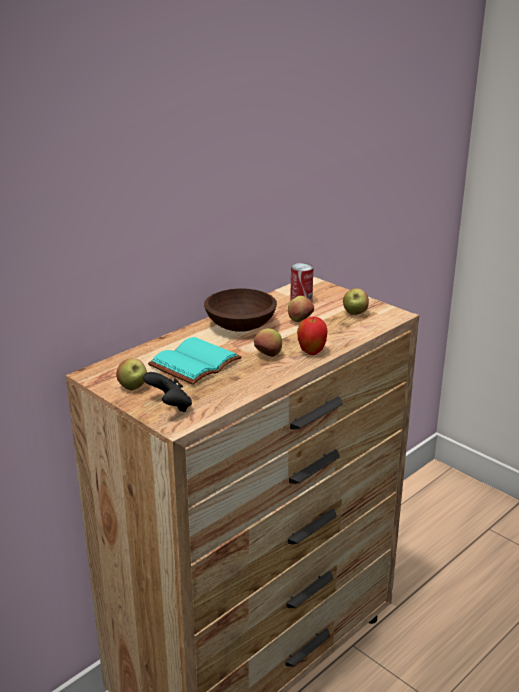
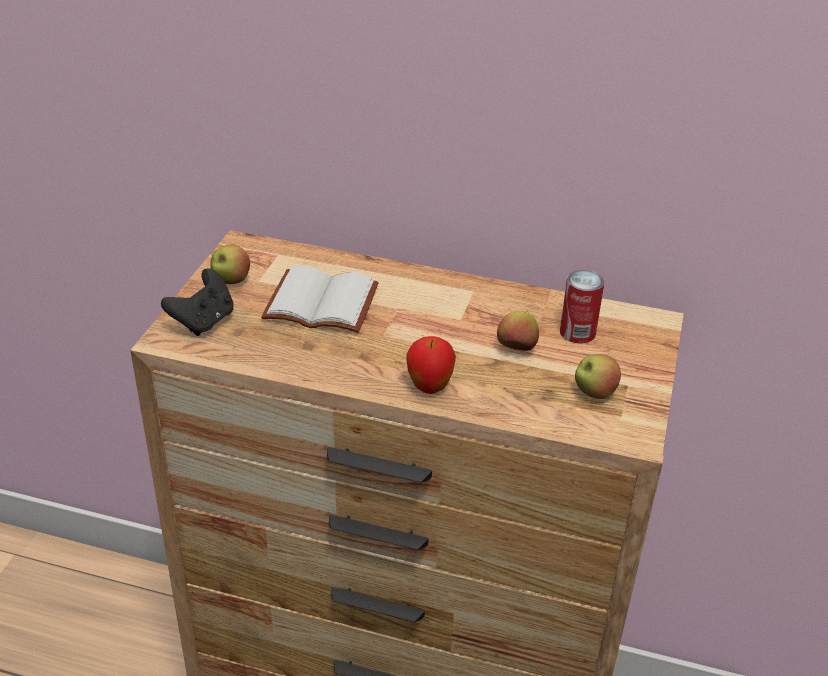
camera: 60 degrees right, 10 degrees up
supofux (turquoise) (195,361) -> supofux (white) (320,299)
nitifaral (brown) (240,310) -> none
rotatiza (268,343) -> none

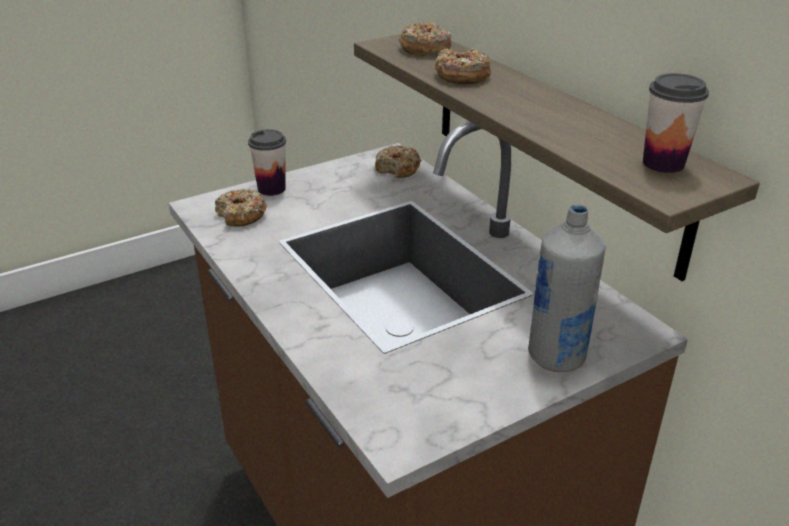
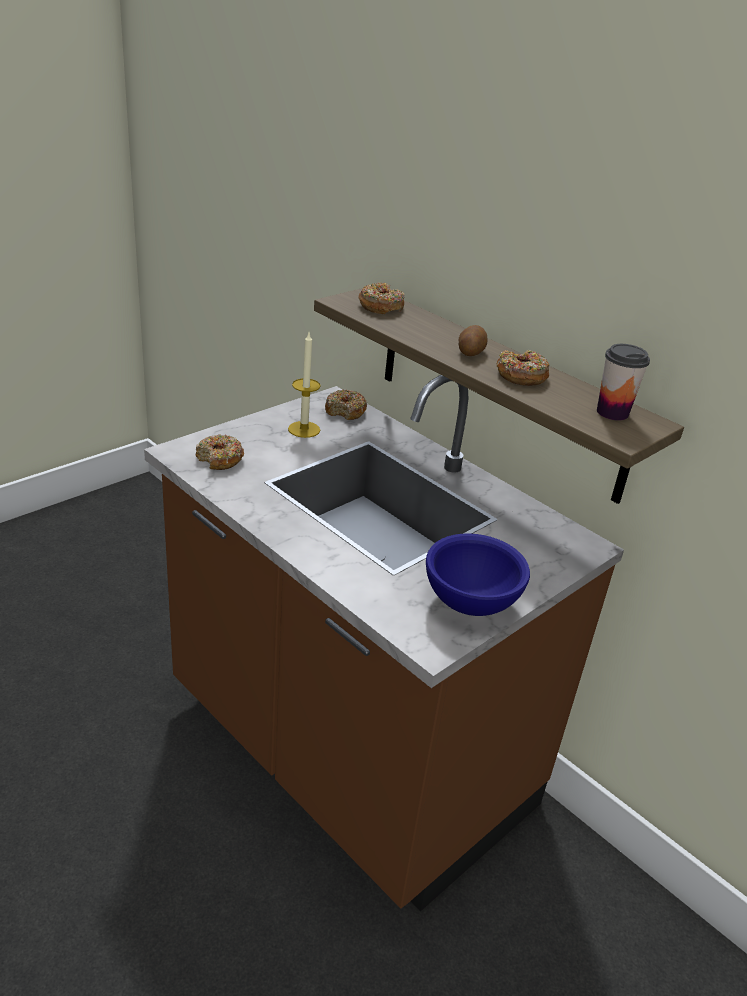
camera: 15 degrees left, 0 degrees up
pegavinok (267,162) -> none
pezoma (463,66) -> pezoma (523,368), relocated
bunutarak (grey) (567,288) -> none
none -> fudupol (304,385)
none -> nitifaral (blue) (478,574)
none -> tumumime (473,340)

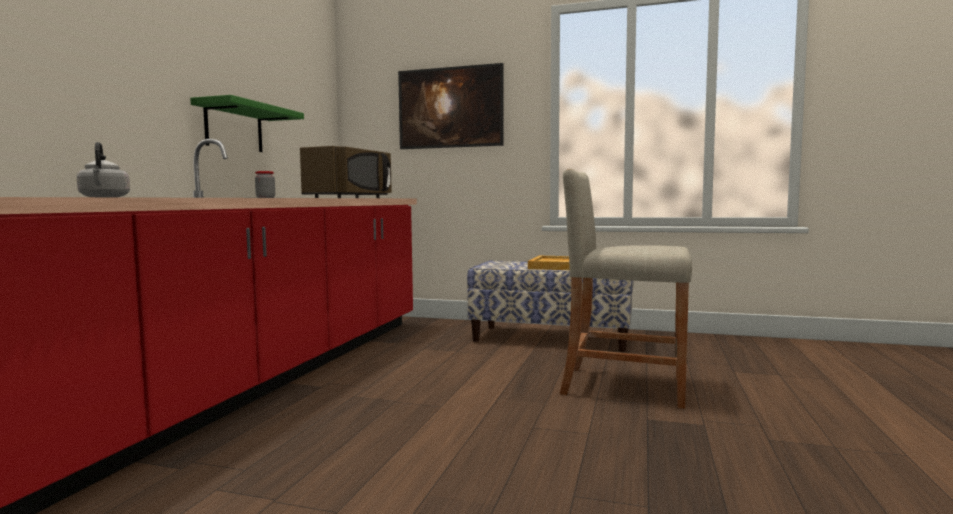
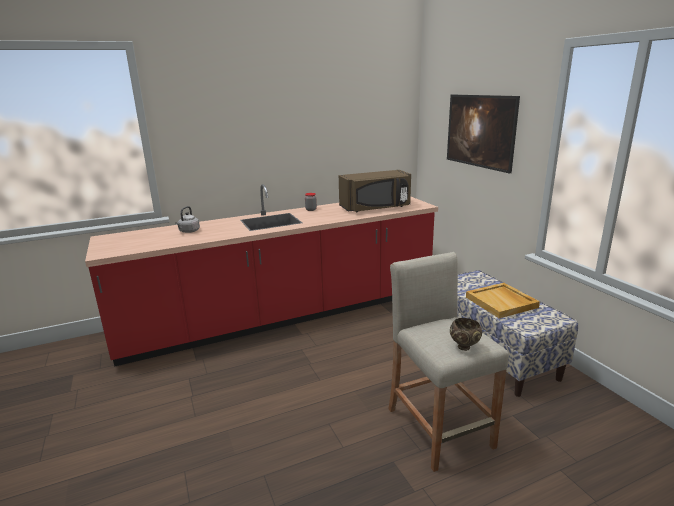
camera: 50 degrees right, 15 degrees up
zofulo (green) (247,123) -> none
none -> nitifaral (brown) (466,334)

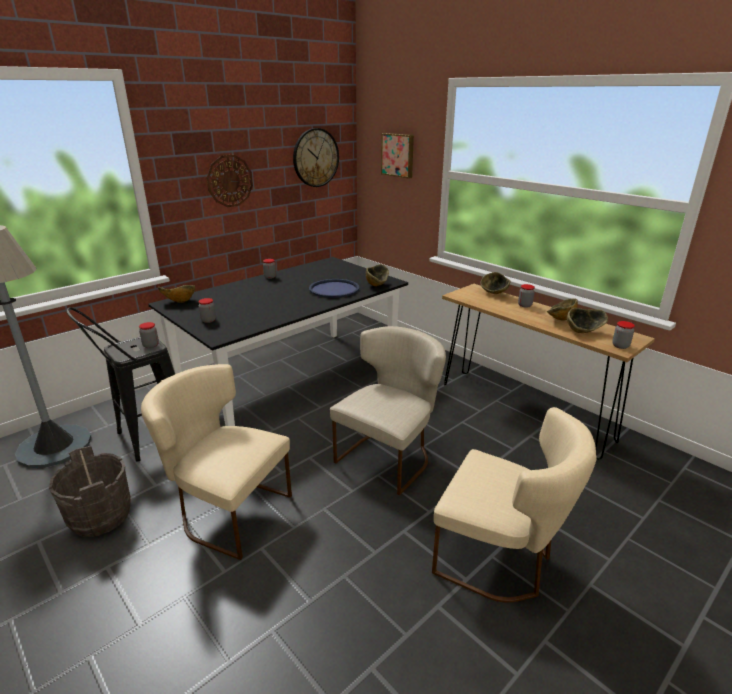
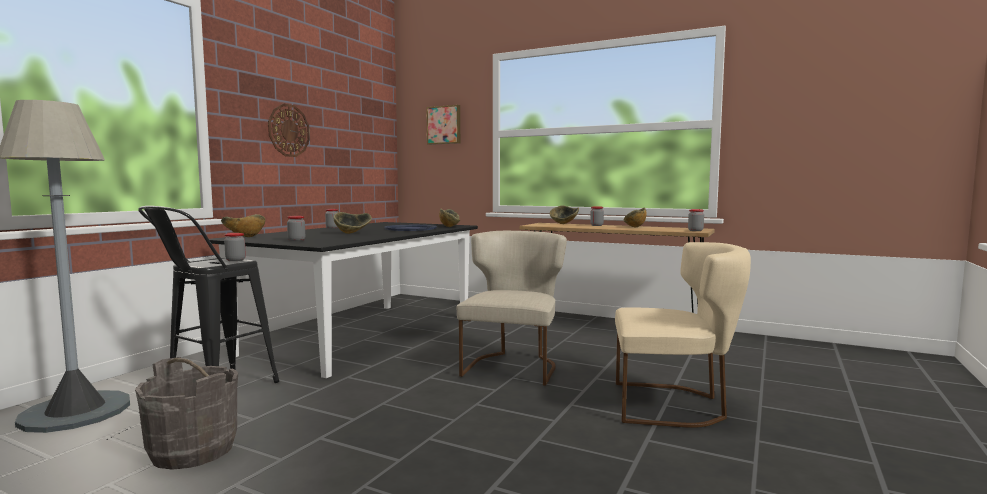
camera: 20 degrees left, 20 degrees down
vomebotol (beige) (216,462) -> none
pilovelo (316,157) -> none
nitifaral (587,320) -> nitifaral (352,223), relocated

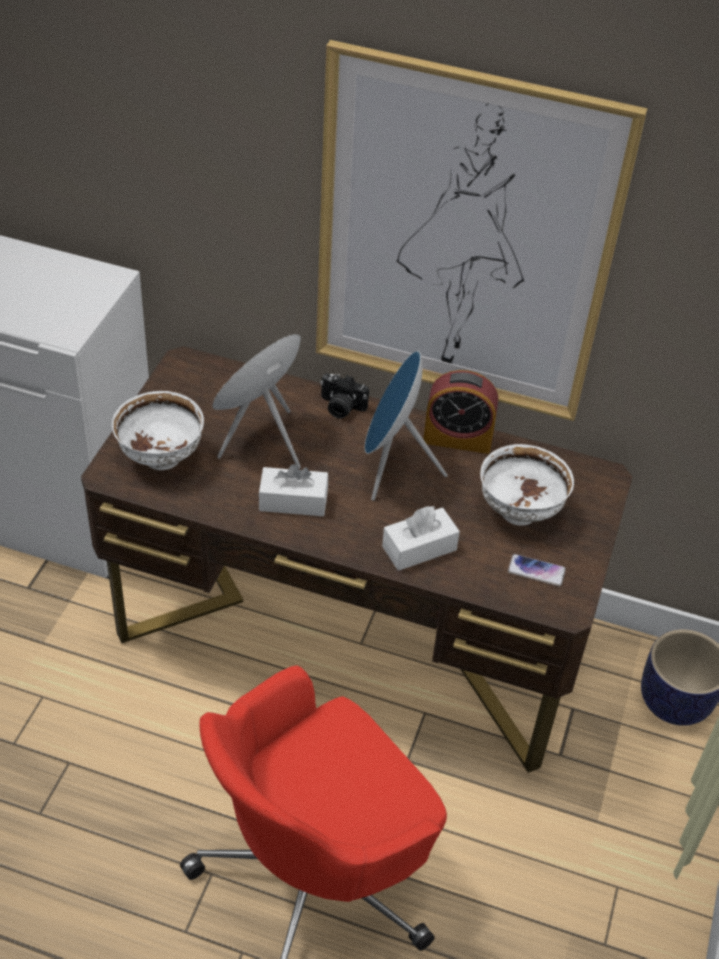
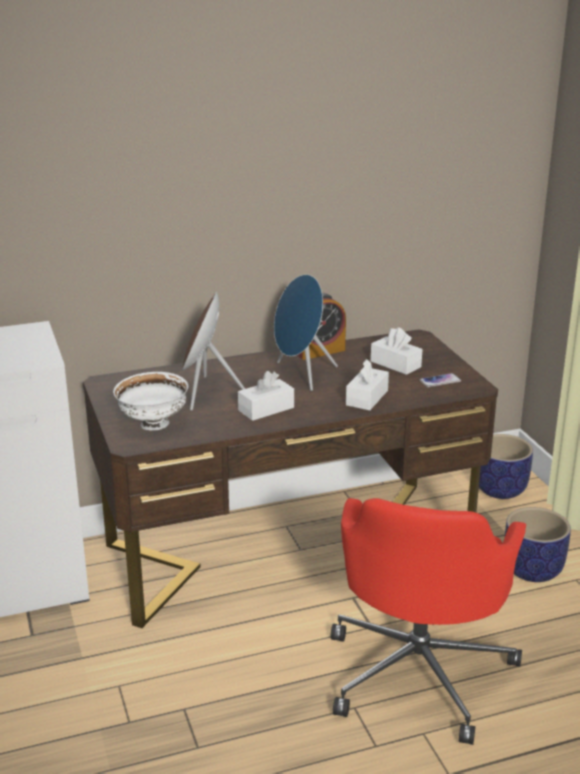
camera: 35 degrees left, 20 degrees down
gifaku (482,230) -> none
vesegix (344,396) -> none
nitifaral (white) (527,485) -> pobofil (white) (396,351)
none -> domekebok (537,544)

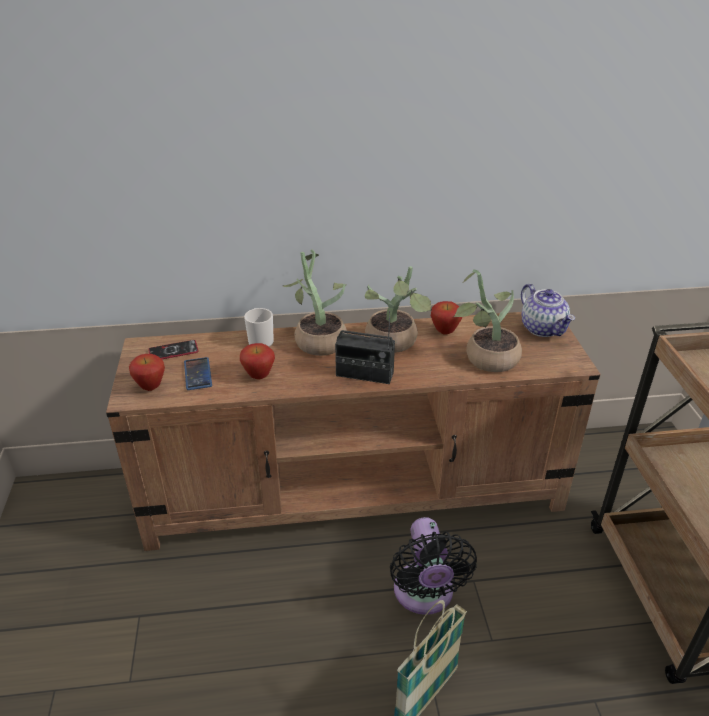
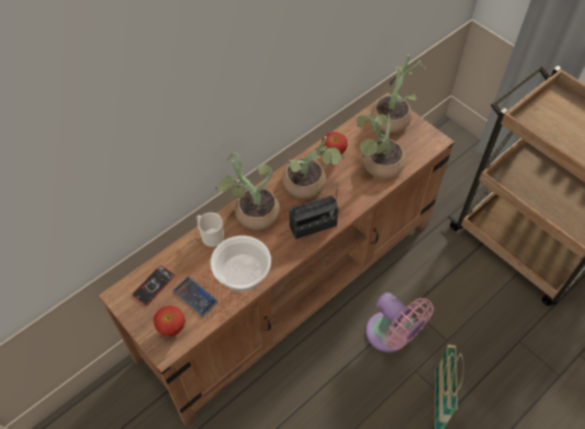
camera: 35 degrees left, 20 degrees up
rotatiza (257,361) -> nitifaral (240,263)
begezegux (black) (433,566) -> begezegux (pink) (400,322)
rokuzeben (548,310) -> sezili (399,94)

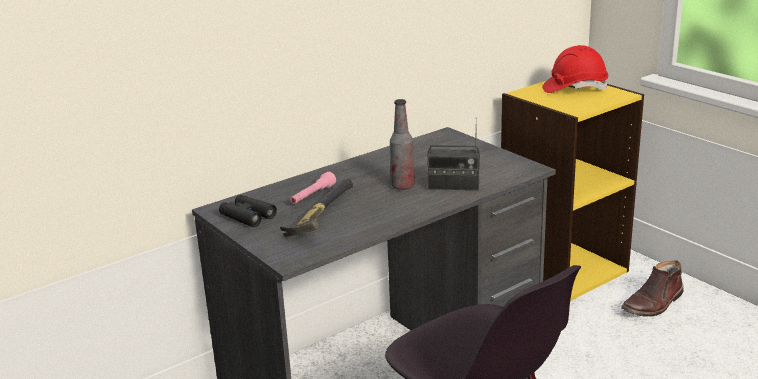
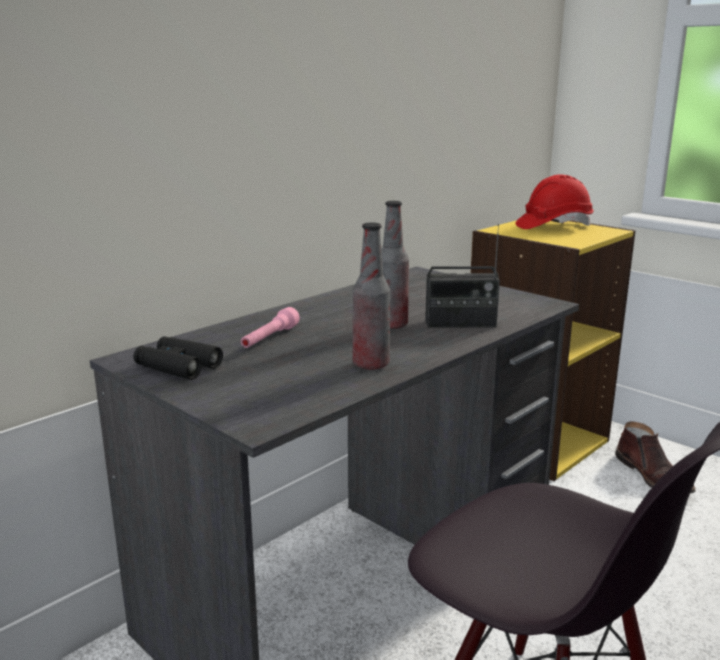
camera: 10 degrees left, 5 degrees down
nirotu (316,207) -> none
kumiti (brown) (652,288) -> kumiti (brown) (655,457), 60 degrees counterclockwise
none -> bunutarak (371,296)

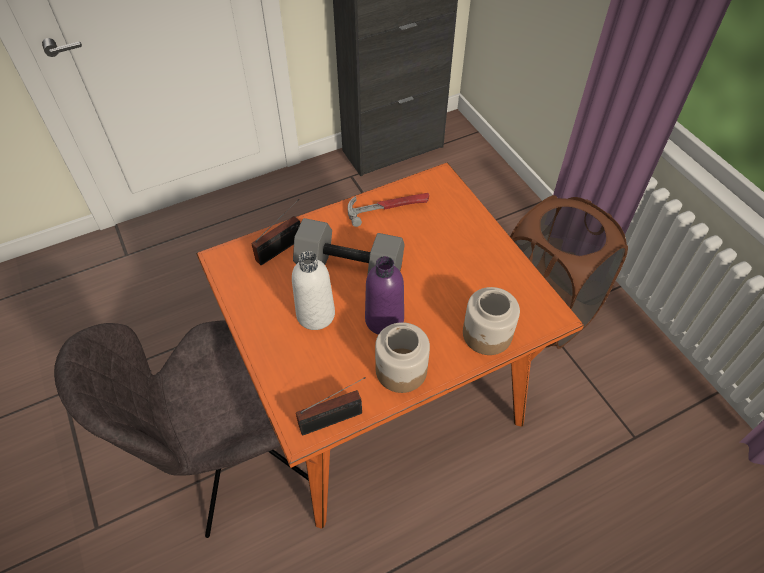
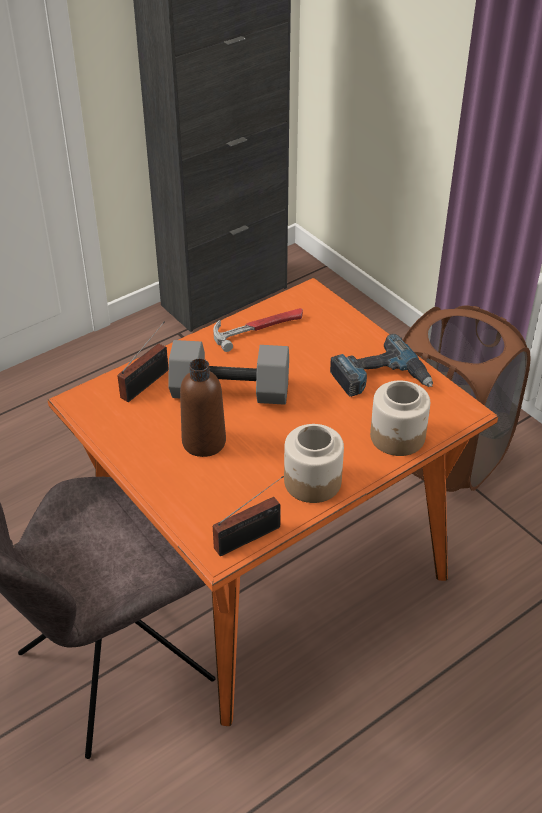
camera: 10 degrees left, 10 degrees down
bunutarak (white) (313,290) -> bunutarak (brown) (203,408)
bunutarak (purple) (384,295) -> none
none -> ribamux (381,365)

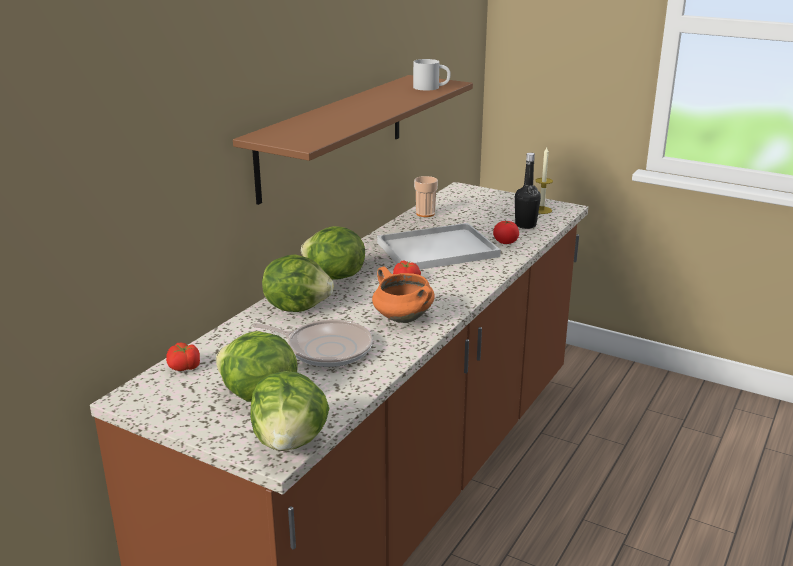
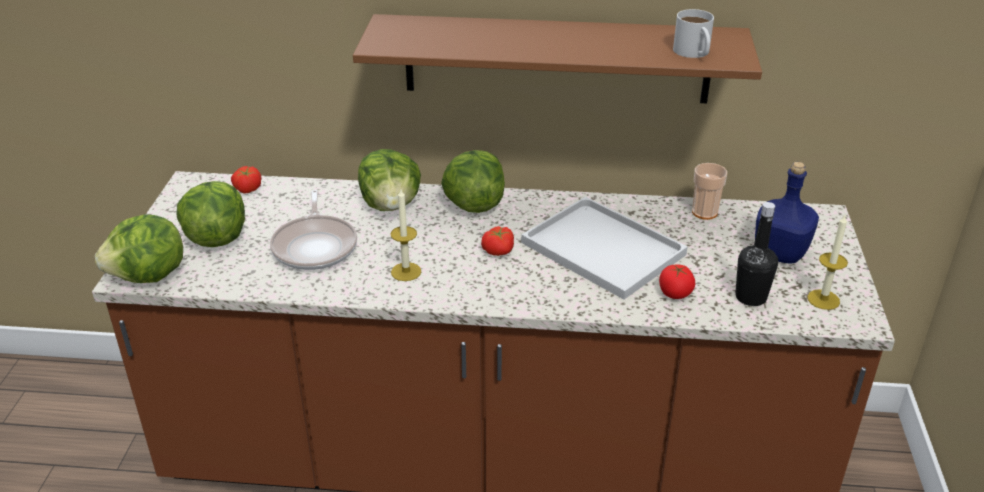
camera: 65 degrees right, 10 degrees up
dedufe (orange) (403,294) -> fudupol (405,235)
none -> bunutarak (blue) (787,213)

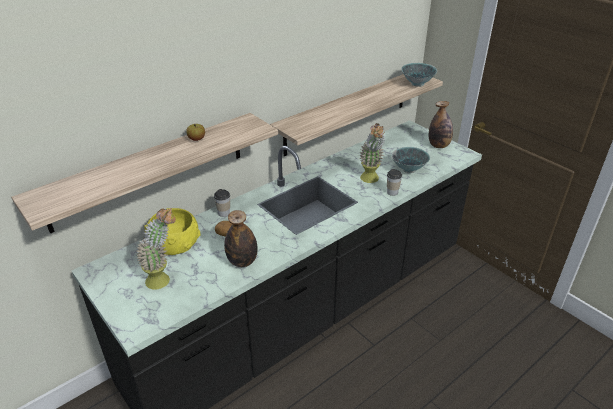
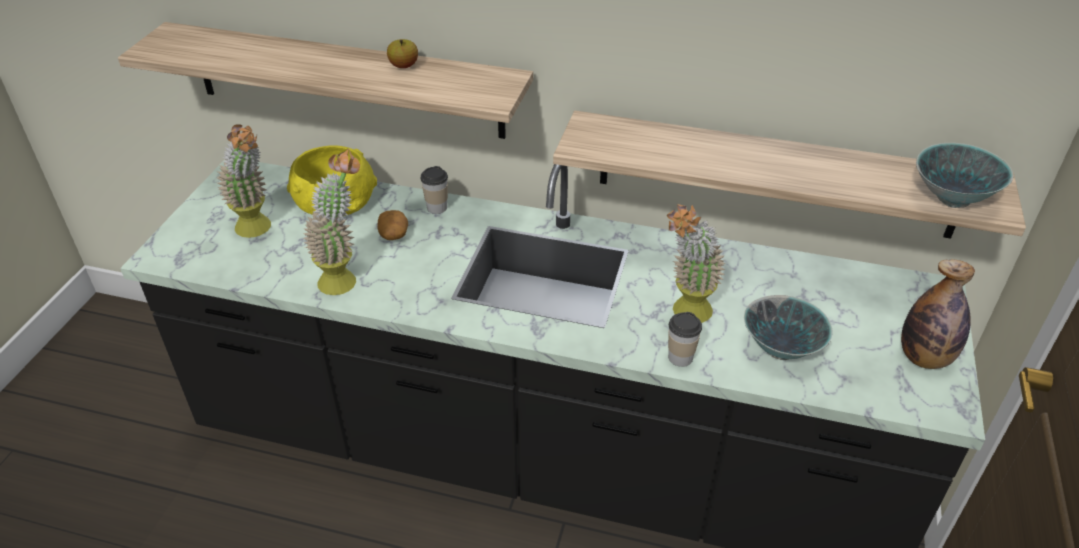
camera: 55 degrees right, 5 degrees up
bunutarak (241,238) -> sezili (331,222)

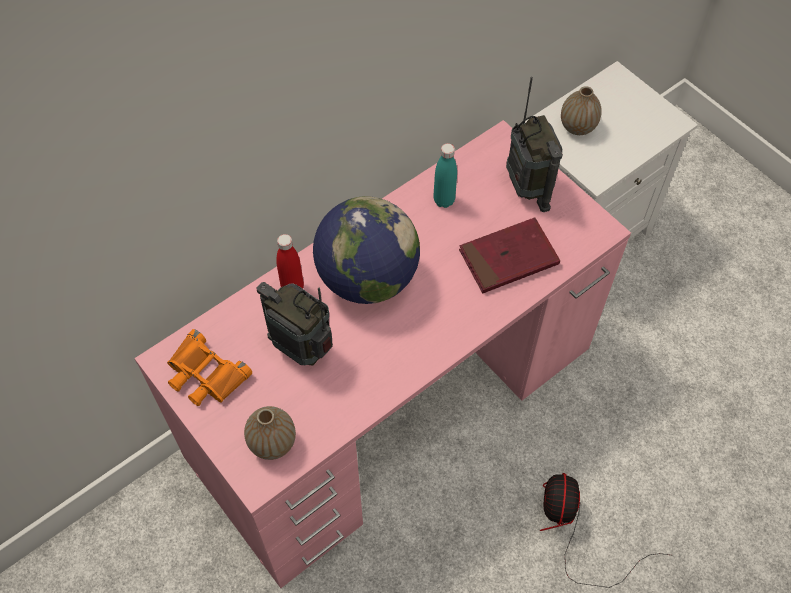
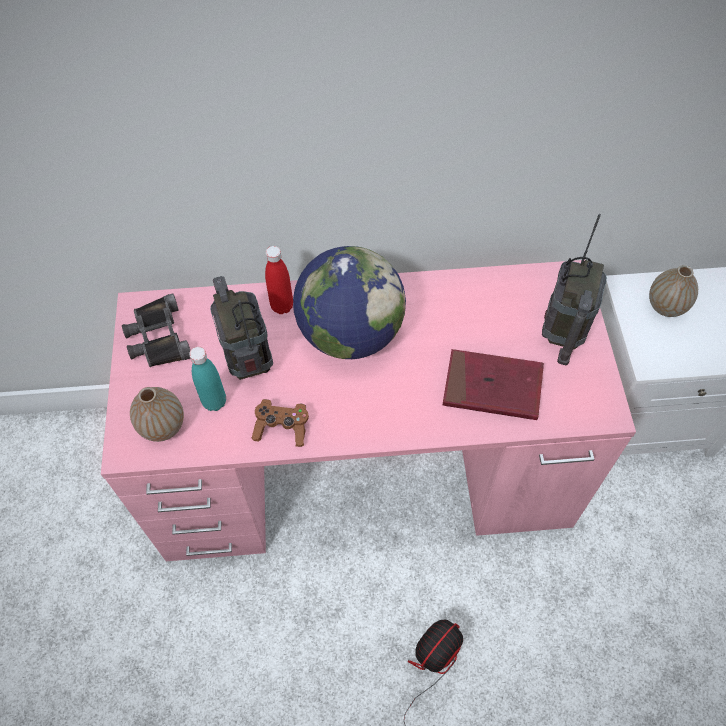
camera: 35 degrees right, 0 degrees up
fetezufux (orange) (209,367) -> fetezufux (black) (156,330)
bunutarak (turquoise) (445,175) -> bunutarak (turquoise) (207,379), relocated
none -> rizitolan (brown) (280,423)

